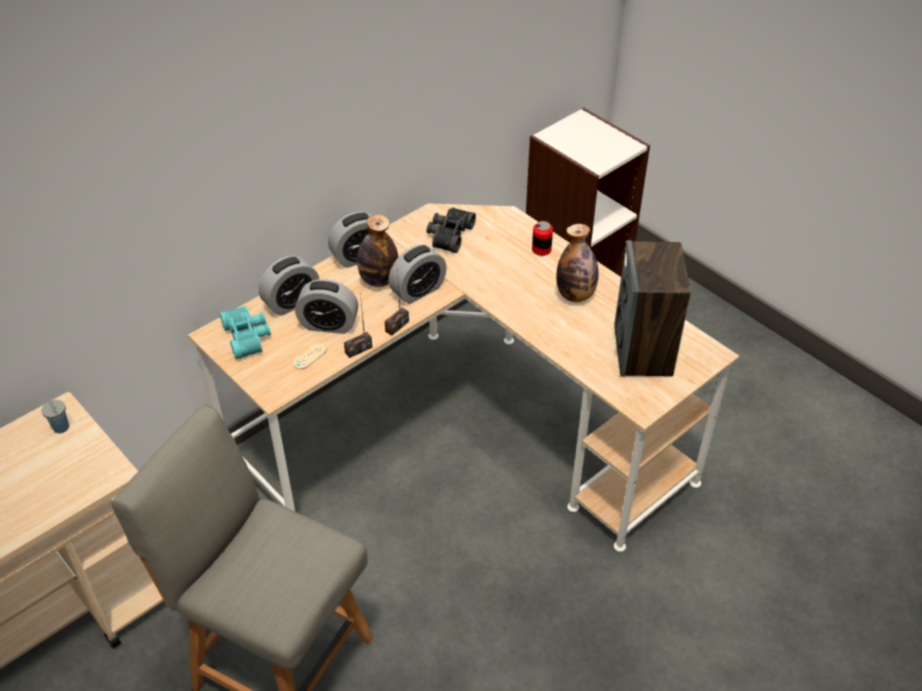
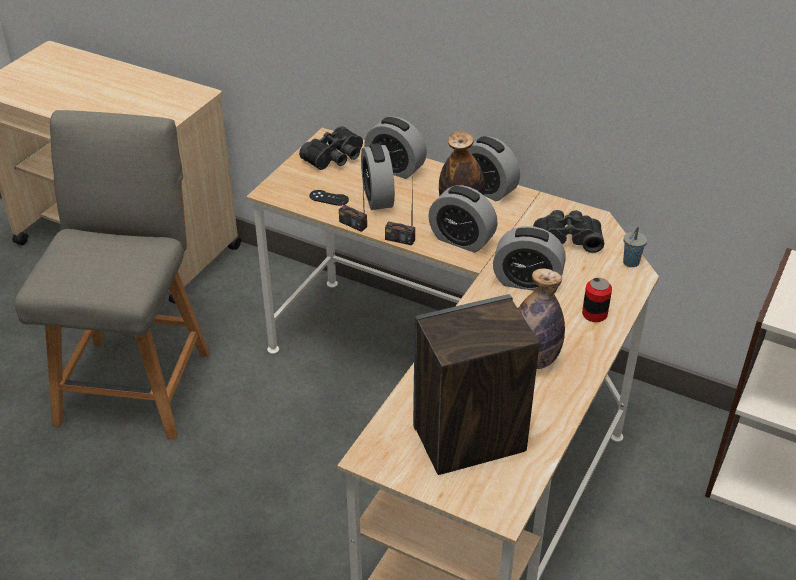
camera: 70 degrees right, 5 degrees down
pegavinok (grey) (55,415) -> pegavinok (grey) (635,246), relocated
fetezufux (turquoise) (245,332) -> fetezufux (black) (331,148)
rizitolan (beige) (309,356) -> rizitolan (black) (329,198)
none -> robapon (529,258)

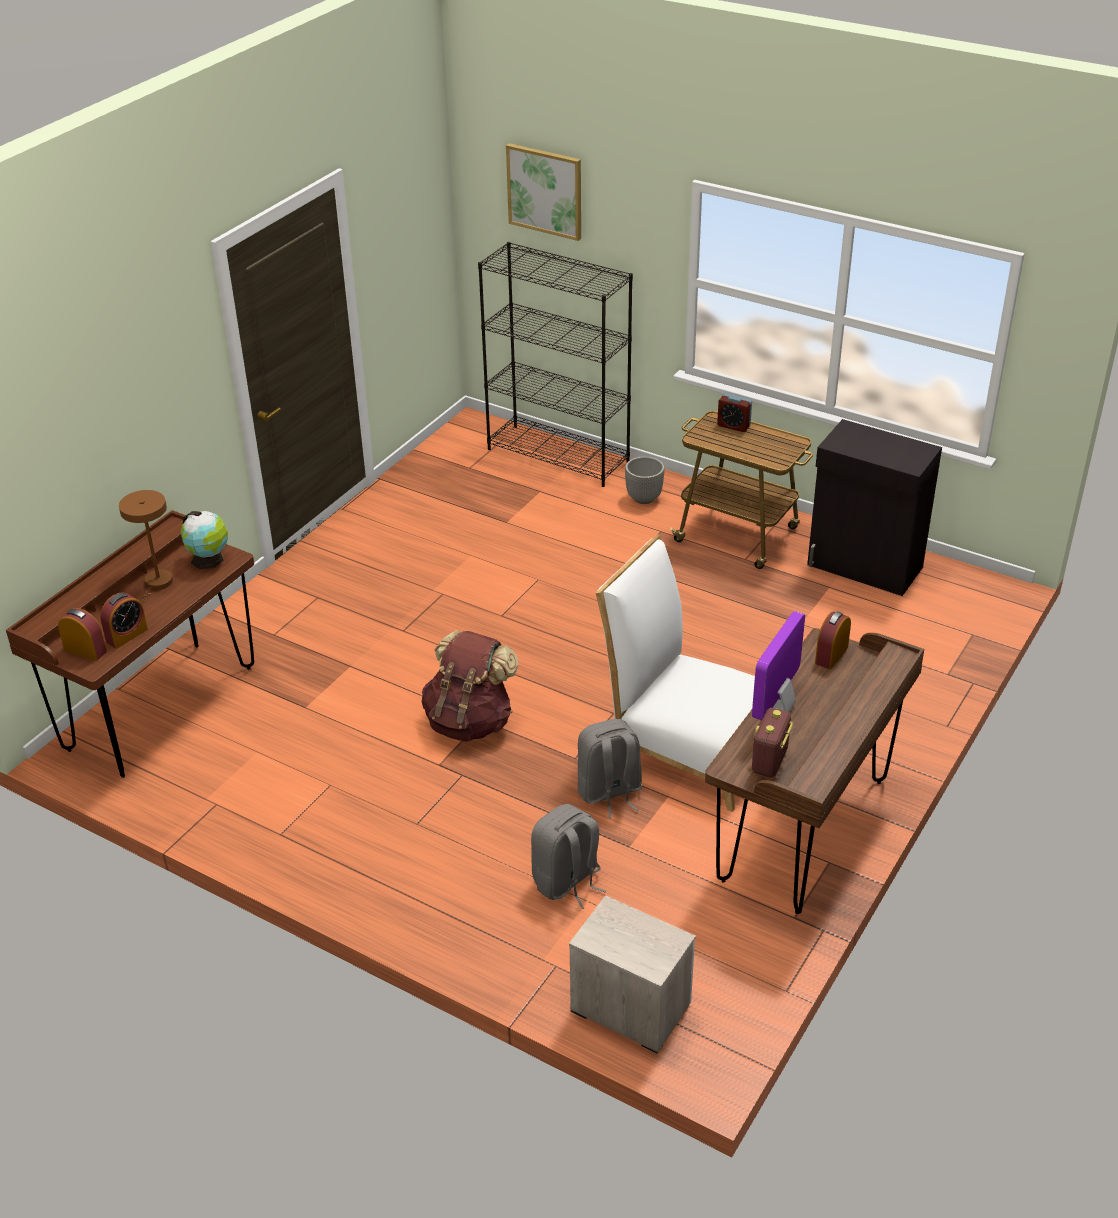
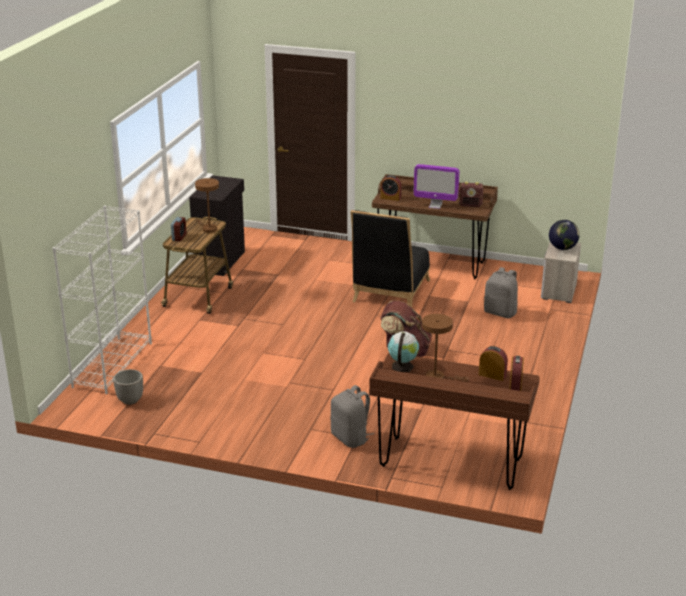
camera: 105 degrees left, 10 degrees down
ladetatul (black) (555,364) -> ladetatul (white) (102,300)
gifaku (543,192) -> none
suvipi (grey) (610,768) -> suvipi (grey) (352,416), relocated
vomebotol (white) (675,673) -> vomebotol (black) (390,258)
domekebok (645,480) -> domekebok (128,387), relocated
none -> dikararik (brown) (207,205)
none -> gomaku (564,235)

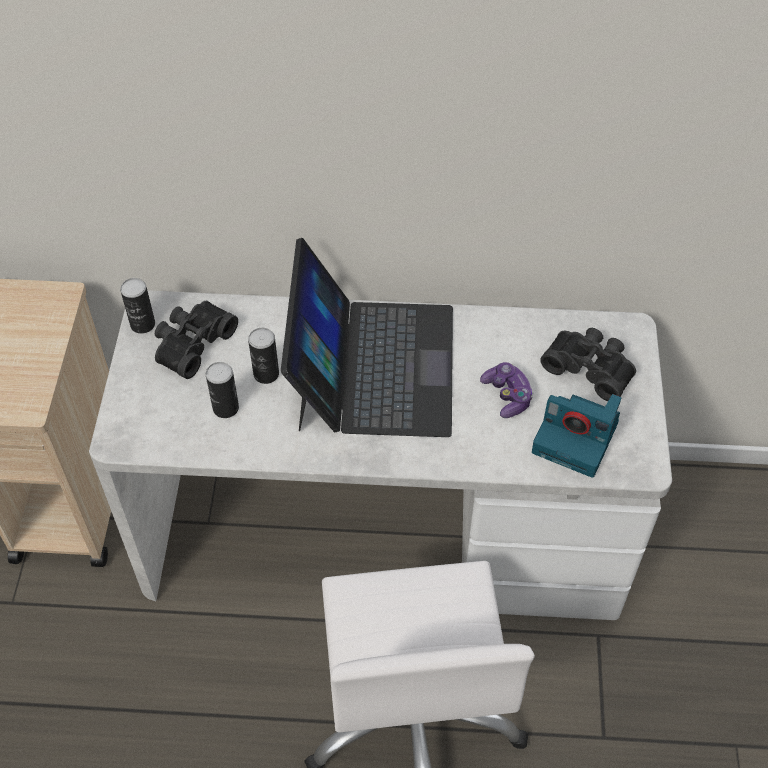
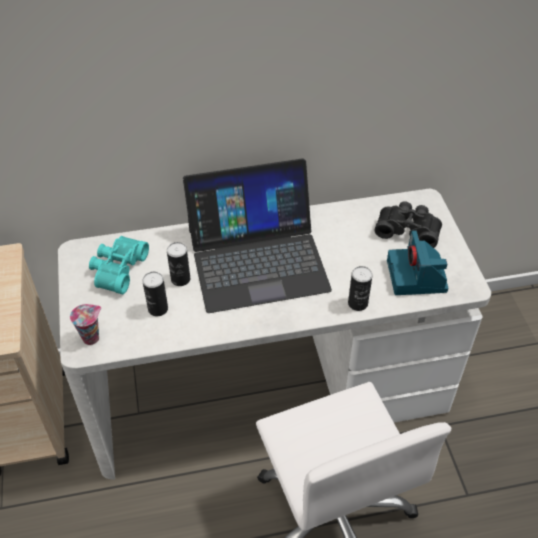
camera: 15 degrees left, 5 degrees down
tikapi (137,306) -> tikapi (360,288), relocated
fetezufux (black) (196,340) -> fetezufux (turquoise) (119,265)
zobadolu (367,337) -> zobadolu (257,235), 90 degrees clockwise
rizitolan (506,390) -> none
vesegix (576,436) -> vesegix (417,262), 75 degrees clockwise
none -> pegavinok (85,324)

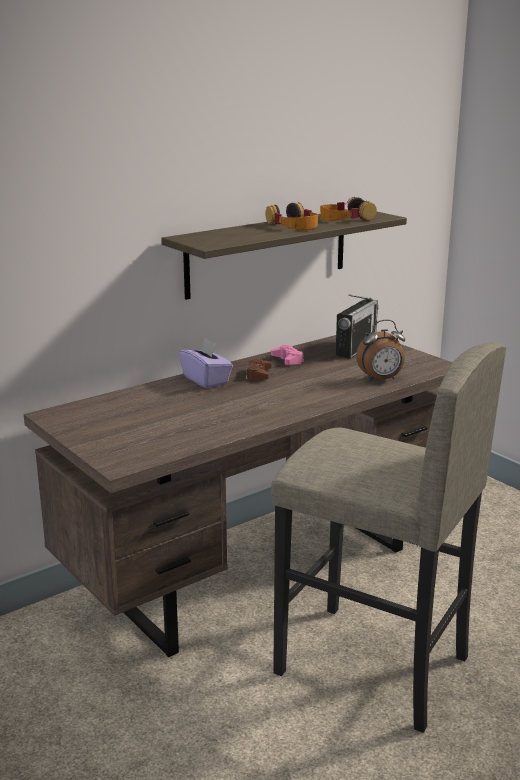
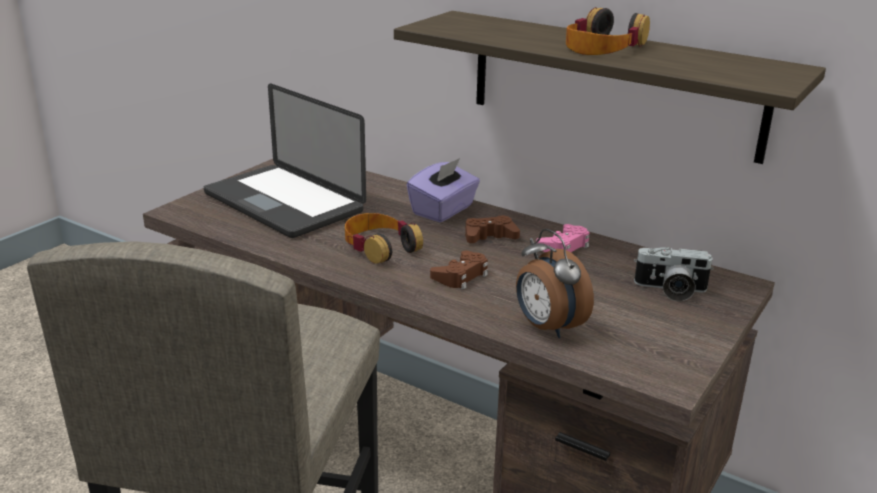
camera: 70 degrees right, 5 degrees up
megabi (348,209) -> megabi (384,238), relocated
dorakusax (357,326) -> vesegix (674,274)
none -> zobadolu (285,160)
none -> rizitolan (brown) (459,270)

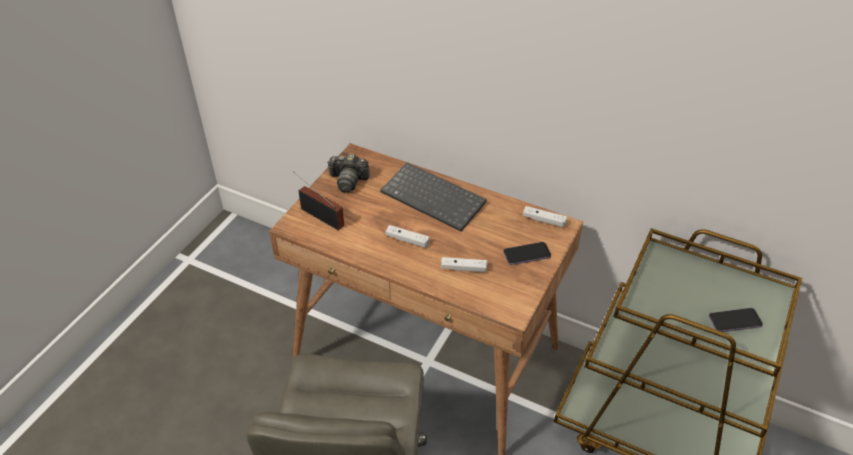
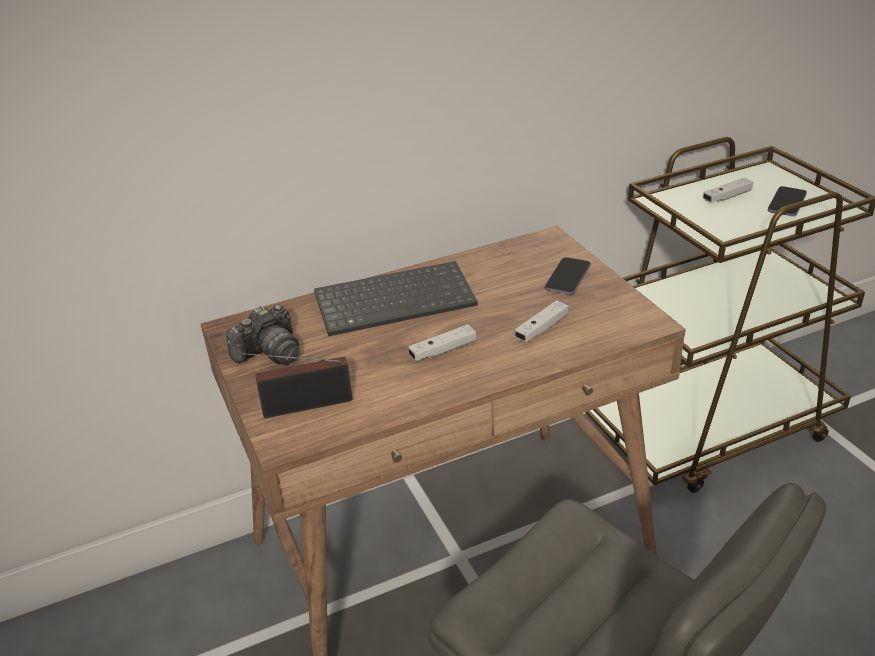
camera: 50 degrees left, 10 degrees down
rizitolan (white) (545,217) -> rizitolan (white) (728,190), relocated

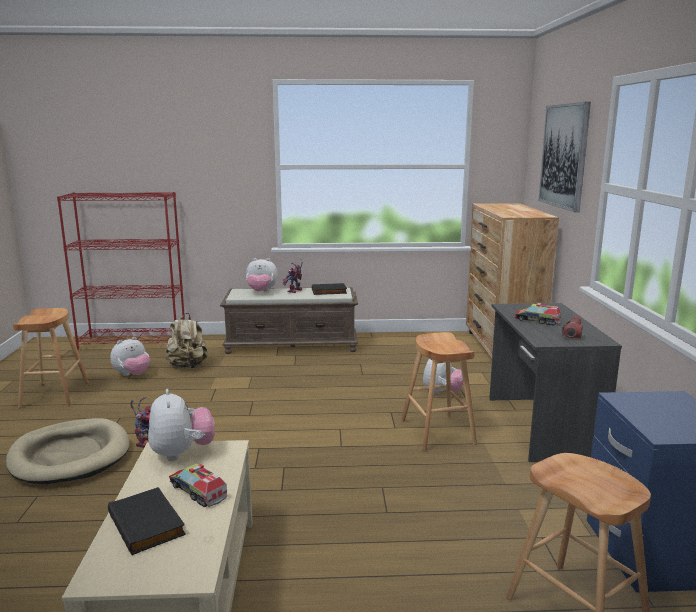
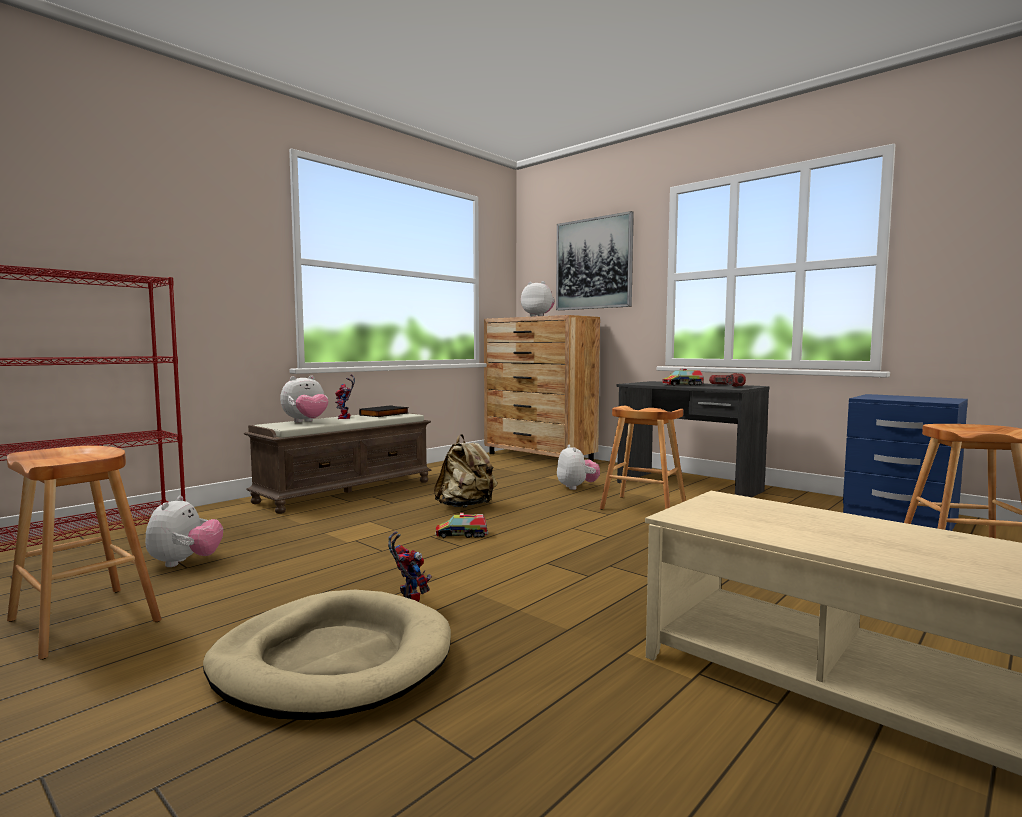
camera: 45 degrees left, 10 degrees down
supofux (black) (147,521) -> none
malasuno (181,425) -> malasuno (538,299), relocated
suvipi (beige) (186,340) -> suvipi (beige) (466,471), relocated
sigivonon (198,485) -> sigivonon (461,525), relocated

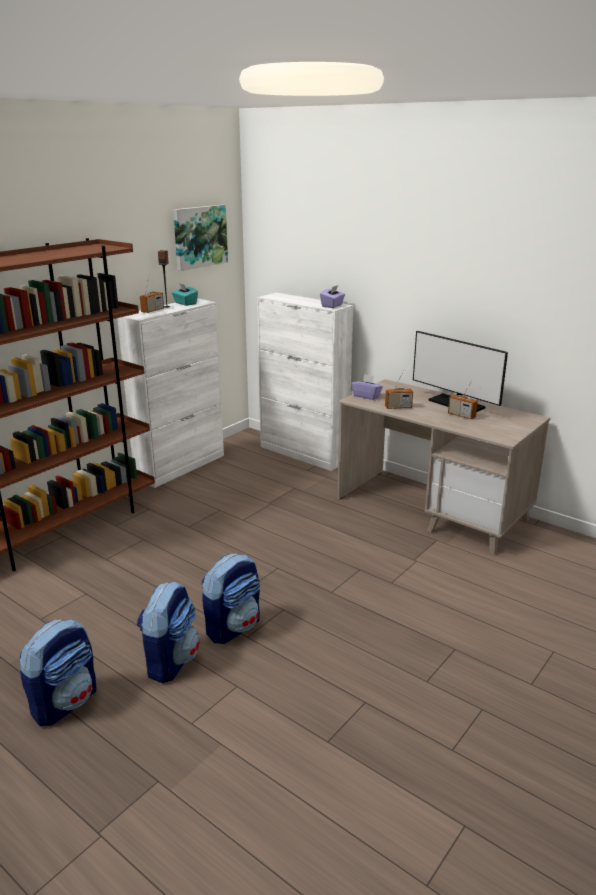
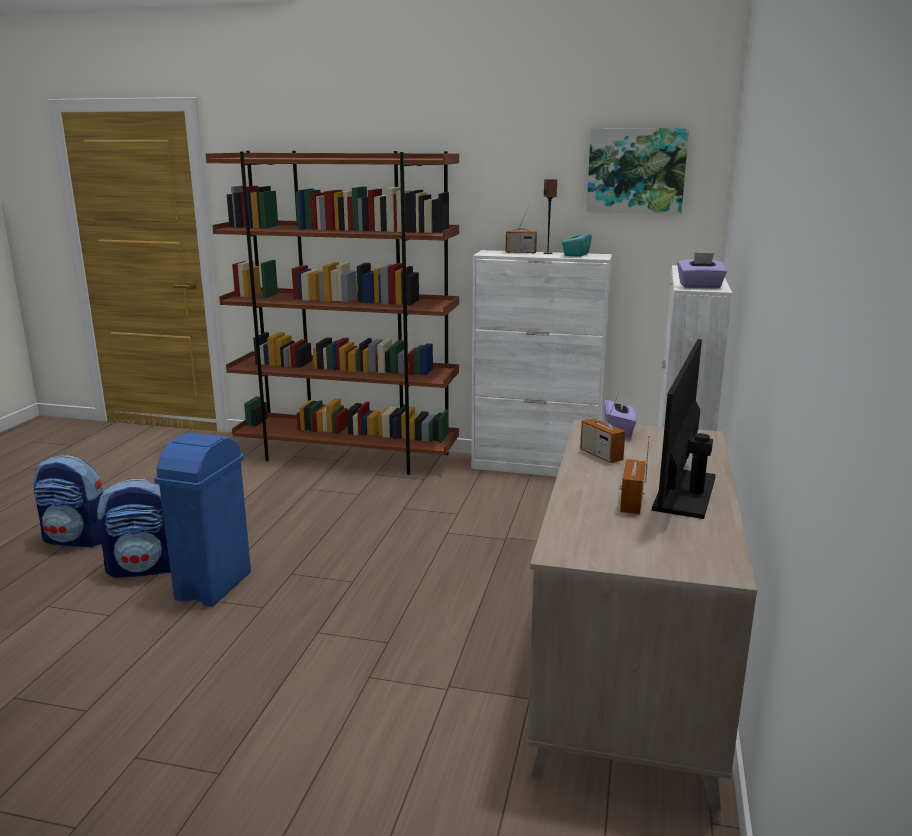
camera: 65 degrees right, 5 degrees down
suvipi (230,598) -> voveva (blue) (202,520)

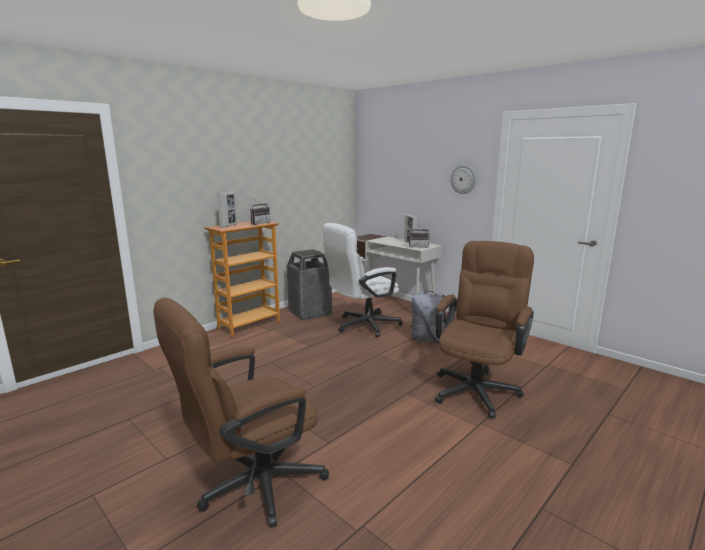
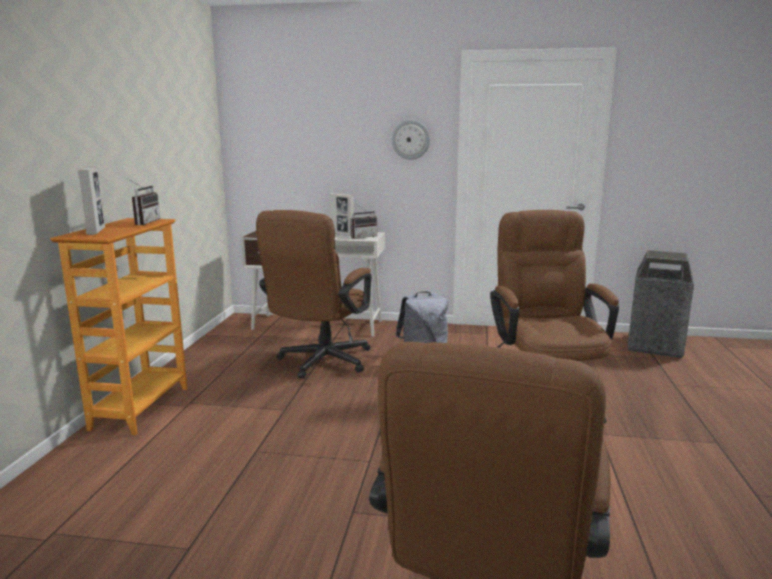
camera: 35 degrees left, 0 degrees up
voveva (309,284) -> voveva (660,304), relocated
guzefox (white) (362,280) -> guzefox (brown) (314,294)

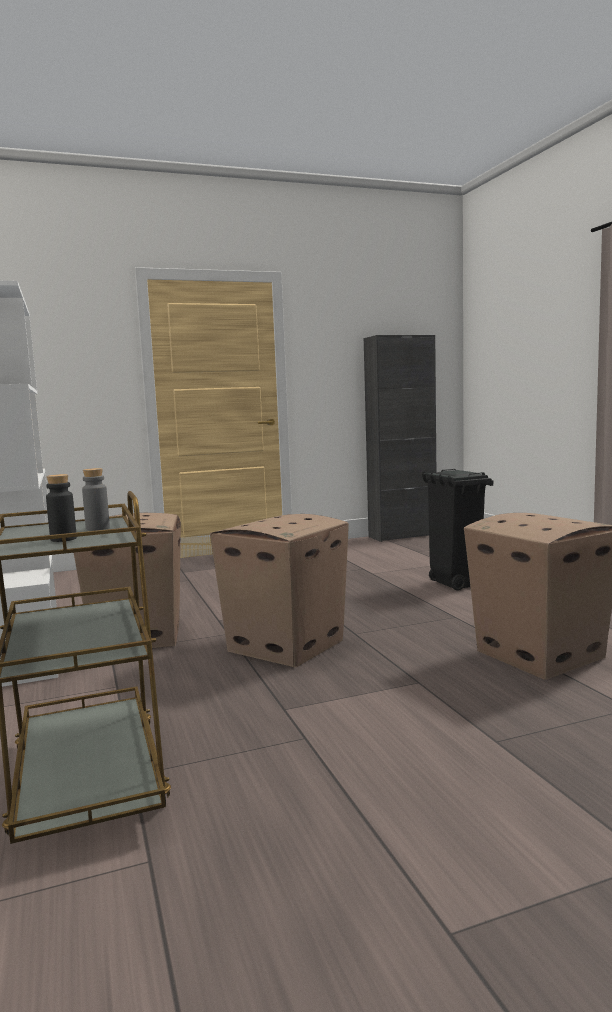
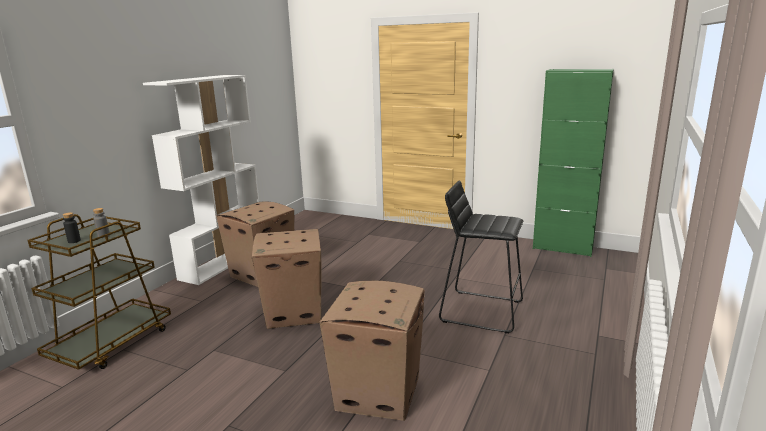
camera: 45 degrees right, 10 degrees up
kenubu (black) (400,438) -> kenubu (green) (573,163)
voveva (black) (457,530) -> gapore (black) (481,257)

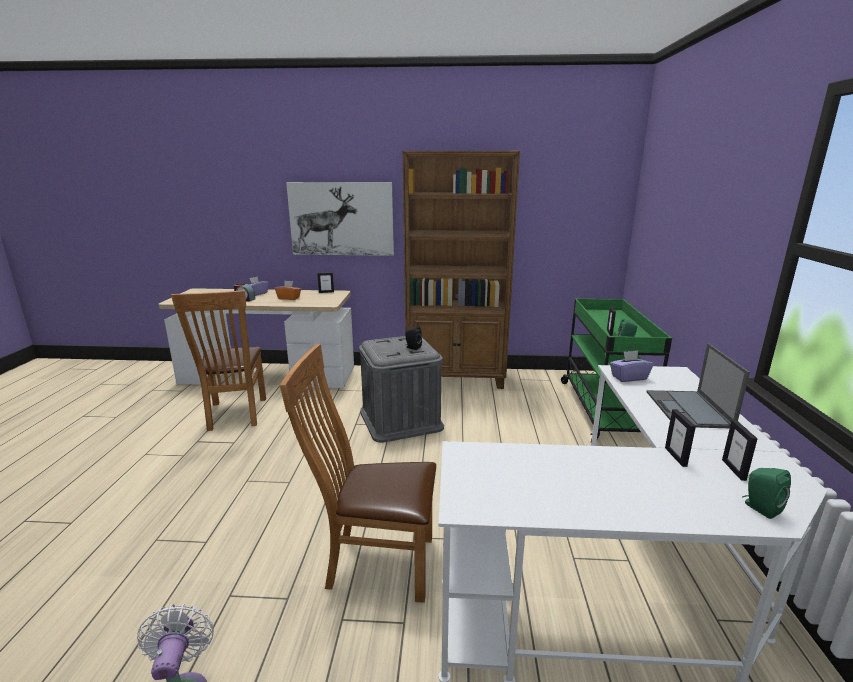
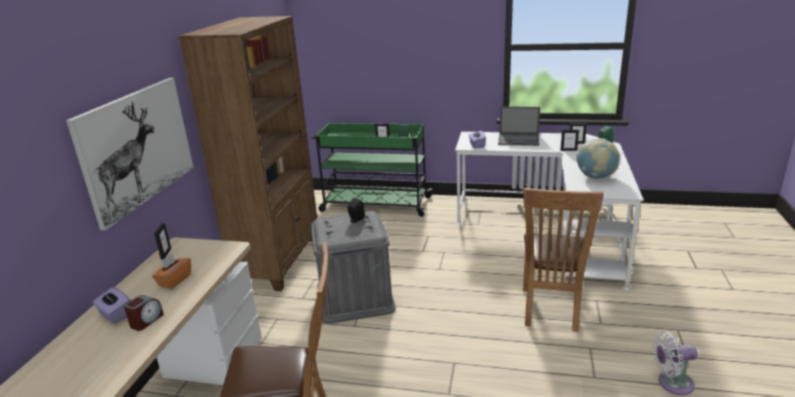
camera: 80 degrees left, 5 degrees up
none -> gomaku (598,158)

